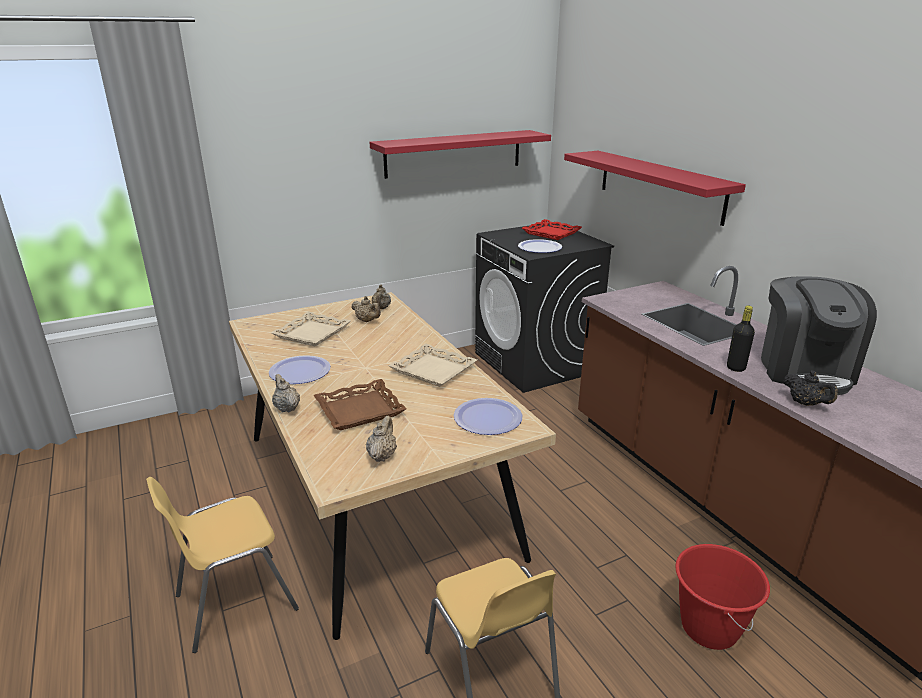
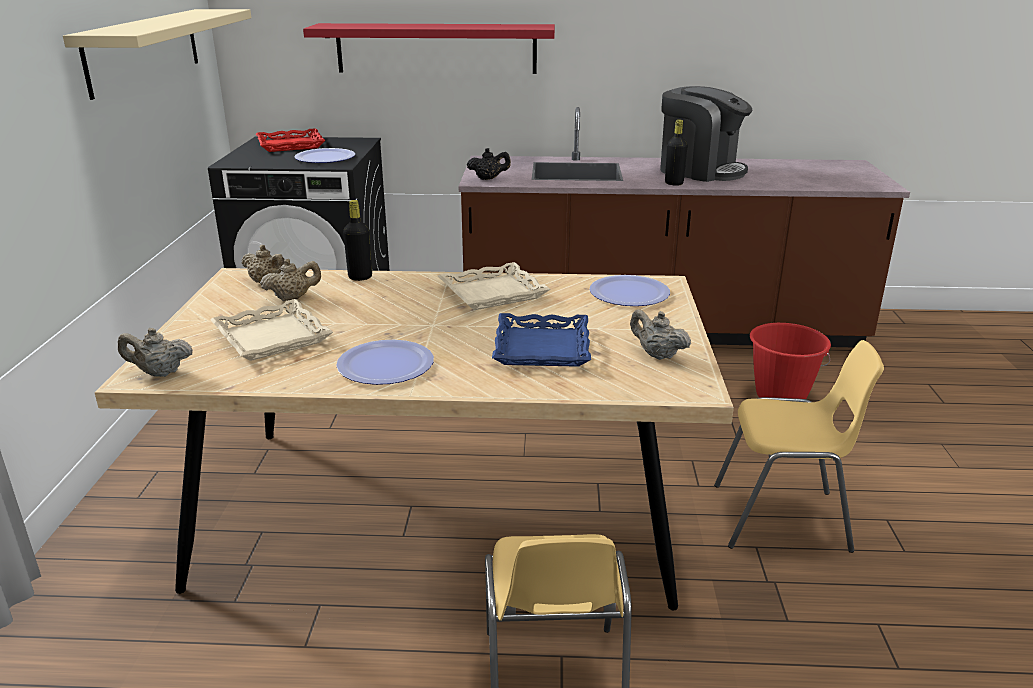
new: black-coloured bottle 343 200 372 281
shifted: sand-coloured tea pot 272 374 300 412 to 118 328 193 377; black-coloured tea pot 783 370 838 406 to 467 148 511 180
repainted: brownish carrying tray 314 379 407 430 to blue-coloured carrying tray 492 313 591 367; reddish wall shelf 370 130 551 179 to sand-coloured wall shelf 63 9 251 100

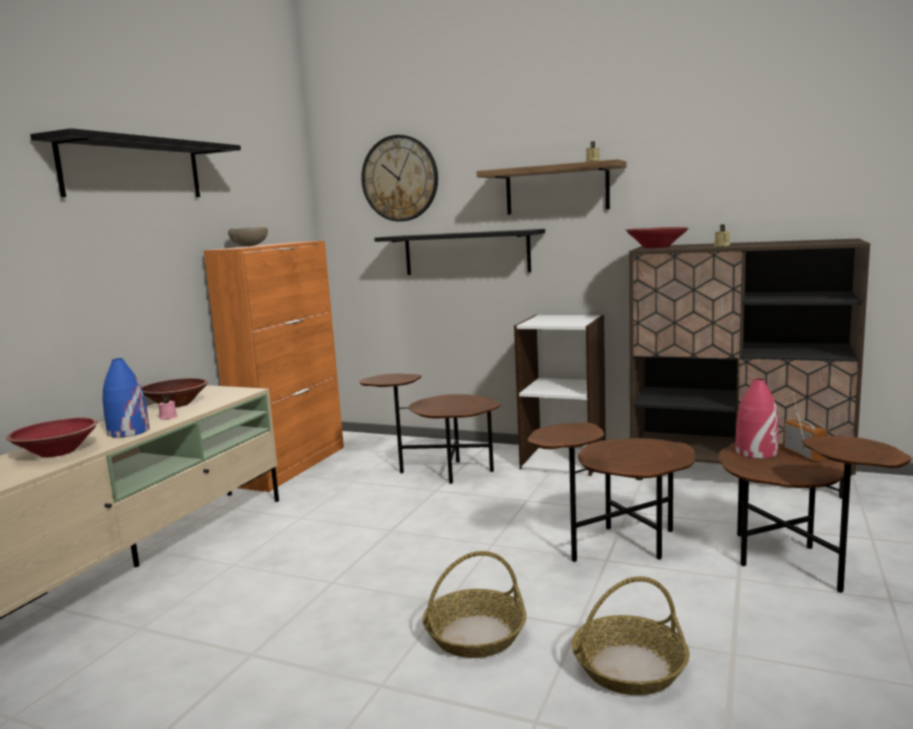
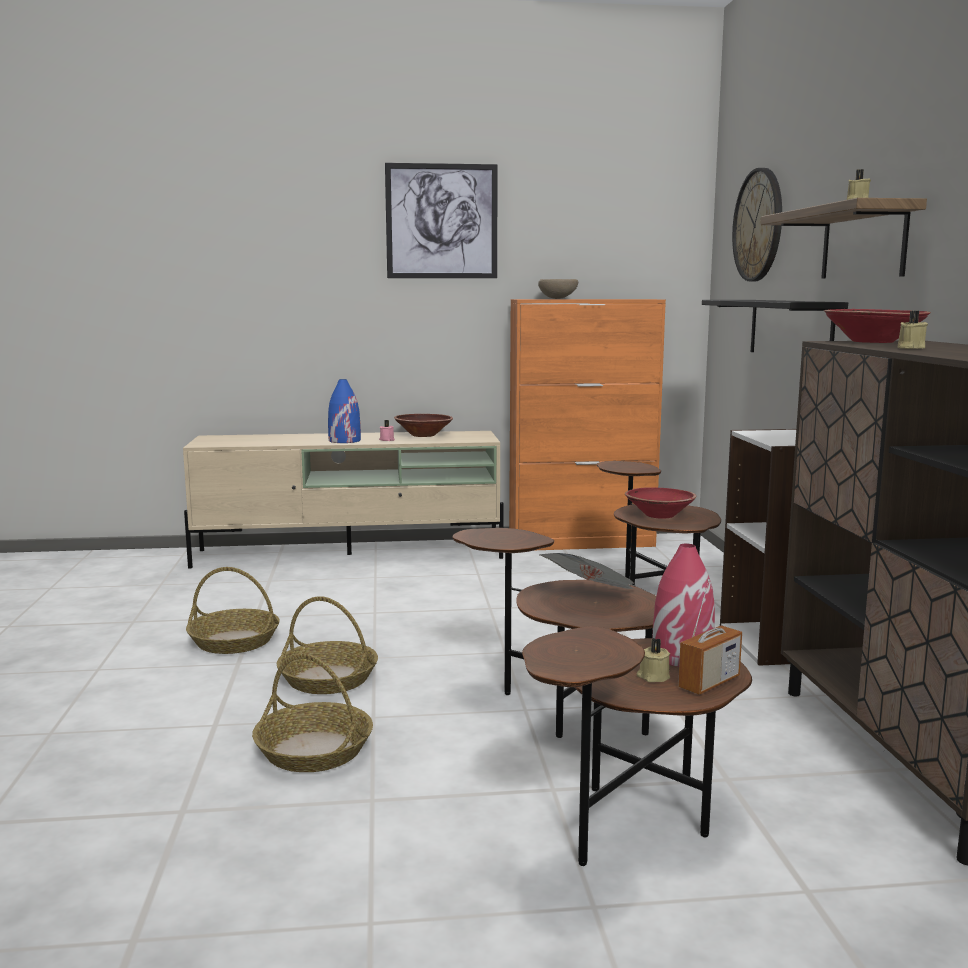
new: basket 186 567 280 654; daily paper 540 553 637 589; sand-coloured candle 636 638 670 682
shifted: reddish bowl 6 418 98 457 to 625 487 696 519
swapped: black-coloured wall shelf 30 128 241 197 to wall art 385 163 498 278

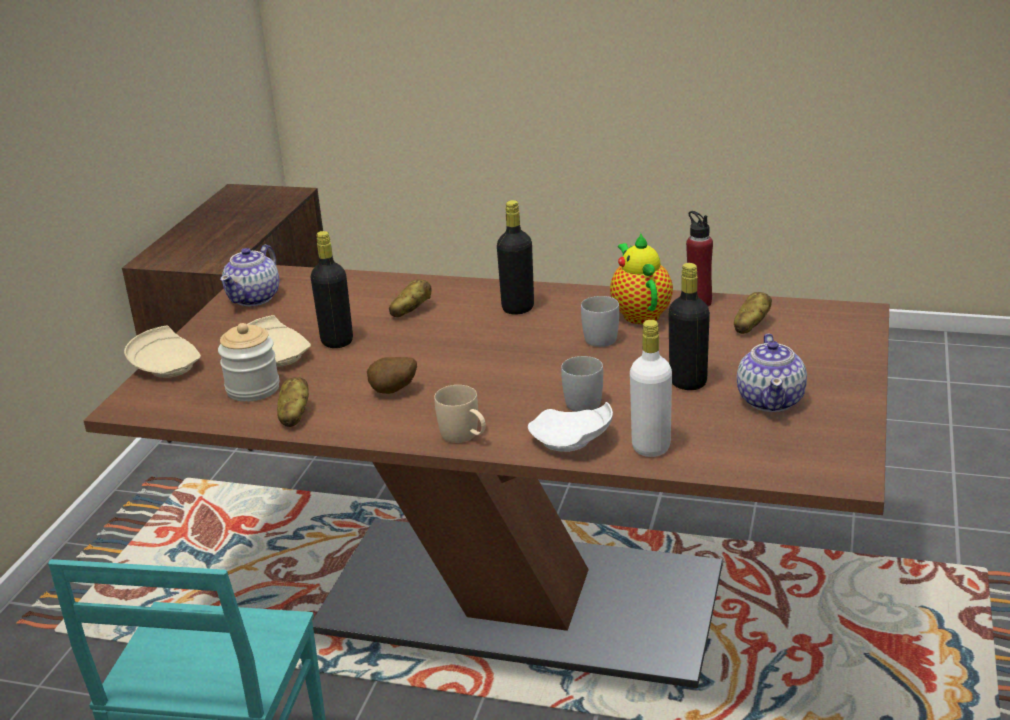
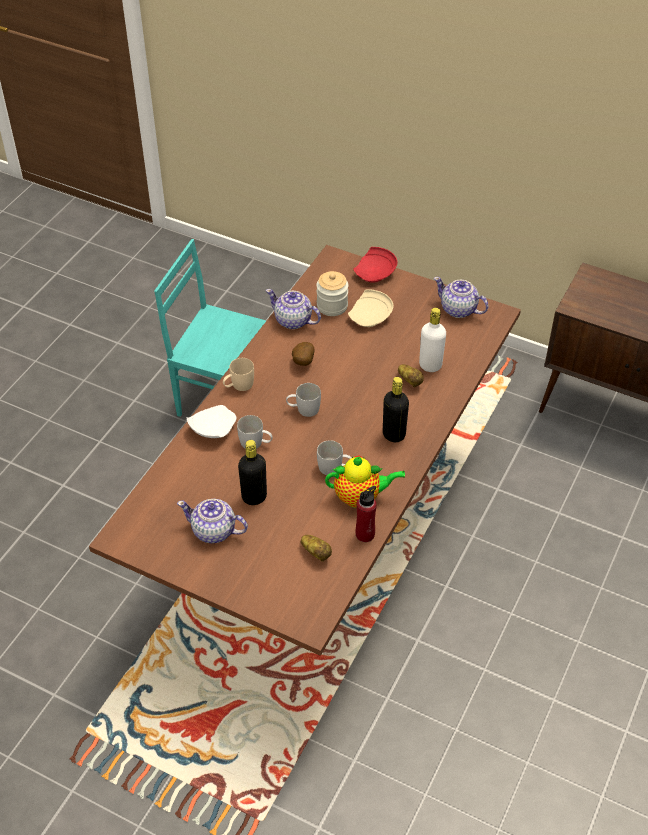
gone: black-coloured bottle 311 231 353 348
new: white mug 286 383 321 417
shifted: white bottle 630 320 672 457 to 419 308 446 372
swapped: whole potato 277 377 309 427 to tea pot 266 289 321 329
repainted: sand-coloured dinner plate 124 326 201 378 to reddish dinner plate 353 247 397 283

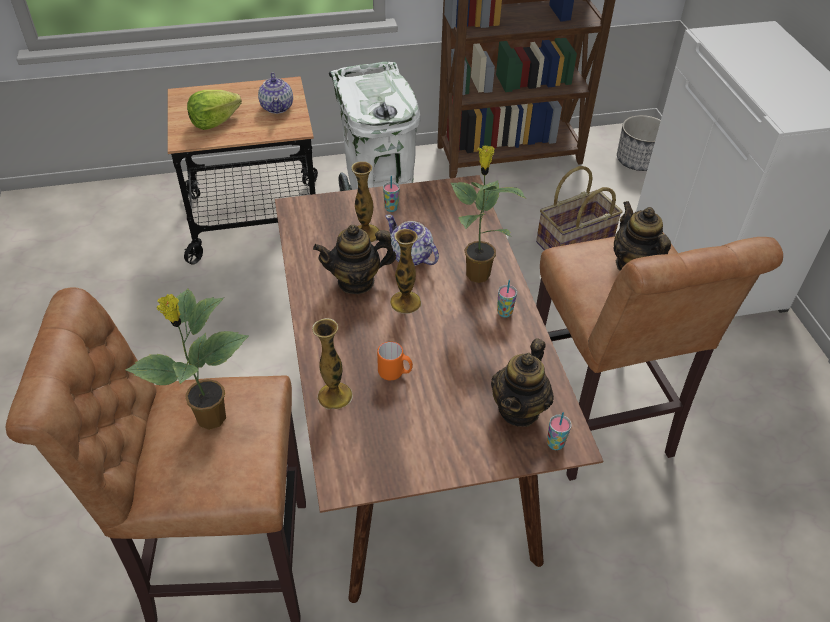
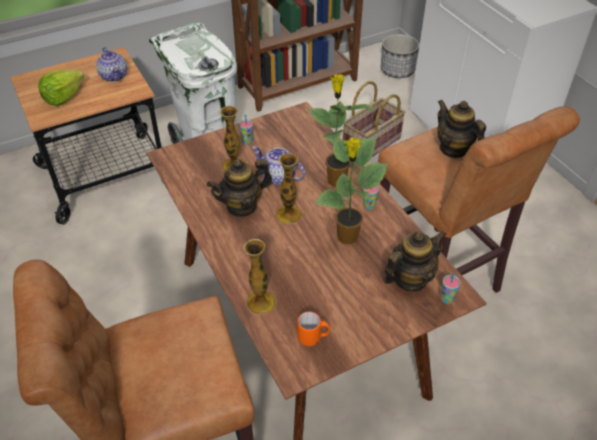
shifted: potted plant 126 288 249 430 to 314 136 387 244; orange-coloured mug 377 341 413 380 to 297 312 330 346
rotated: tea pot 491 338 554 427 = 383 230 446 291 135 degrees counterclockwise

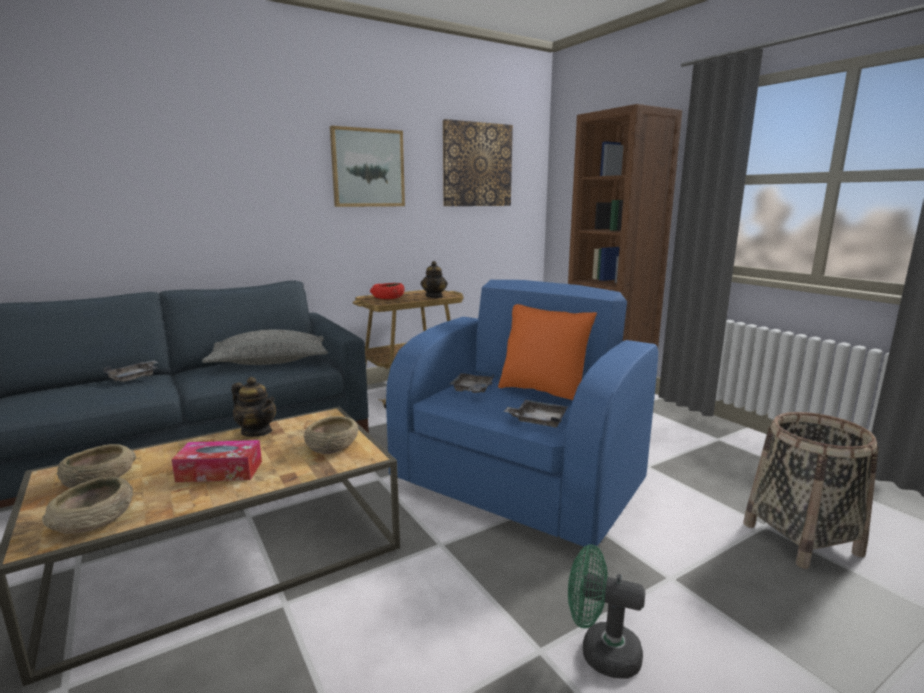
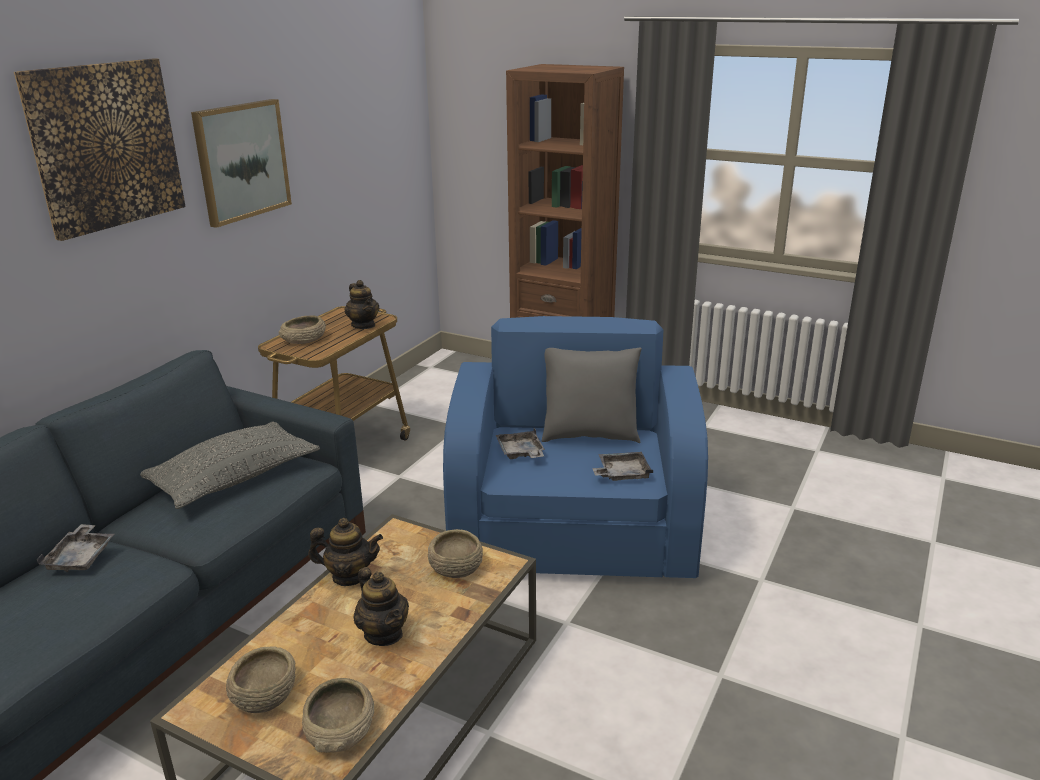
gone: green electric fan 568 545 645 679; basket 743 412 879 569
shifted: wall art 443 119 513 206 to 14 58 186 241
swapped: tissue holder 172 440 262 482 to tea pot 354 567 409 646
repainted: reddish bowl 370 283 405 299 to sand-coloured bowl 279 315 326 344; orange-coloured pillow 498 304 597 400 to greyish pillow 542 348 642 443

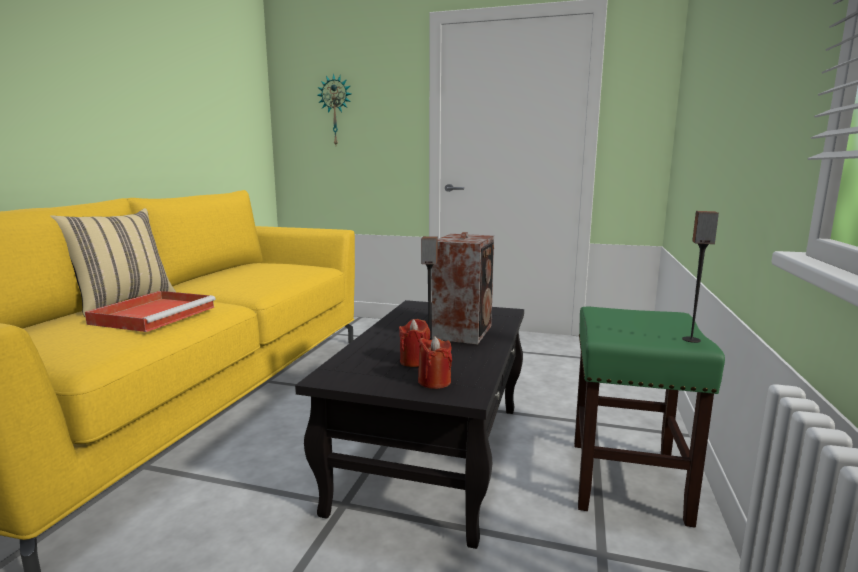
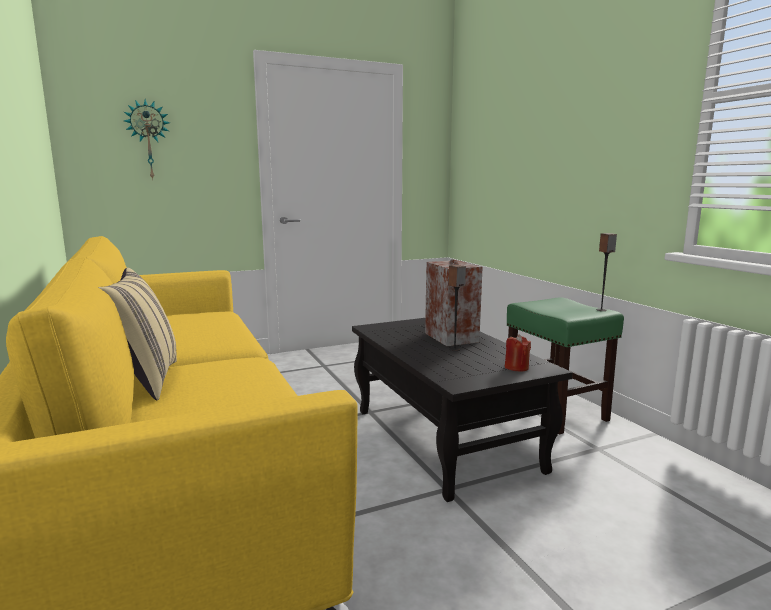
gone: reddish carrying tray 85 291 216 332; reddish candle 399 319 430 367

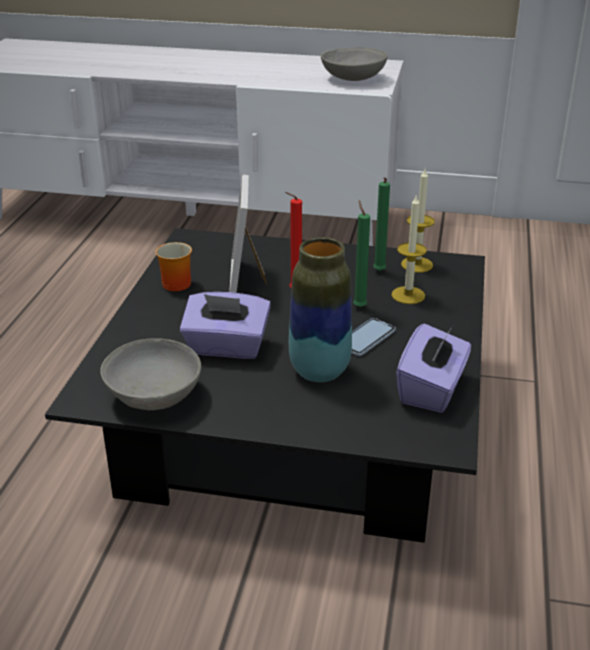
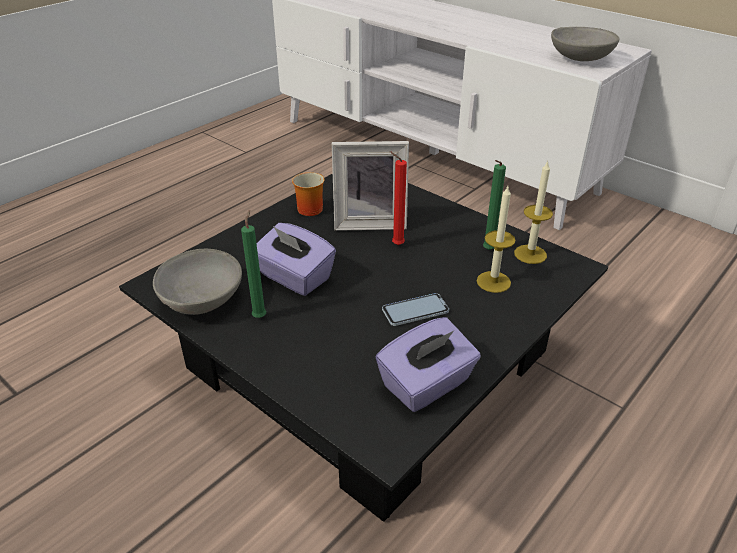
gone: flower vase 289 237 352 382
shifted: green candle 353 200 370 308 to 241 210 266 318
rotated: picture frame 229 175 267 293 = 332 141 409 231 120 degrees counterclockwise

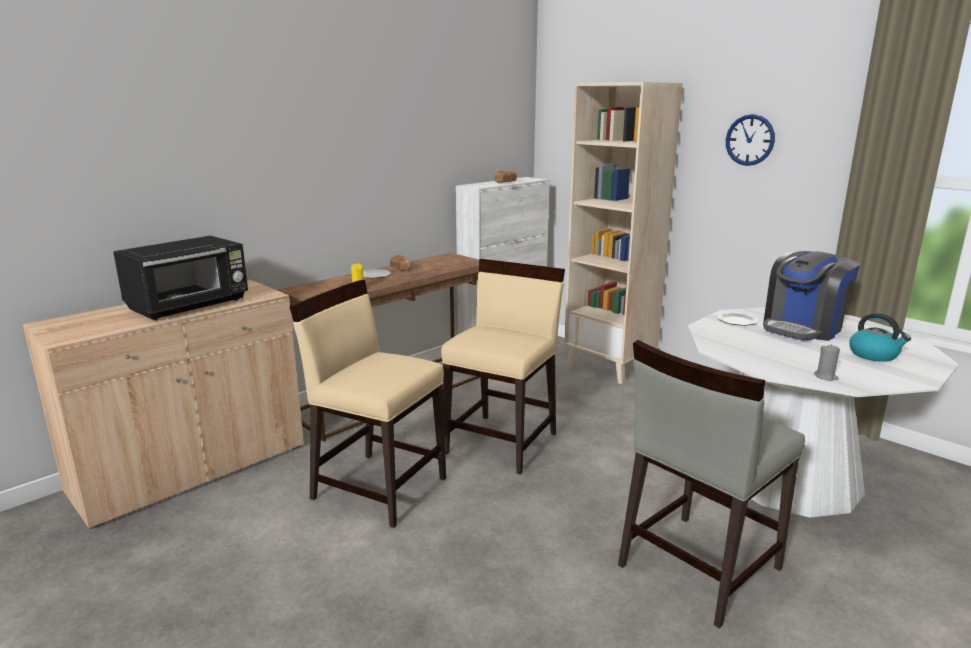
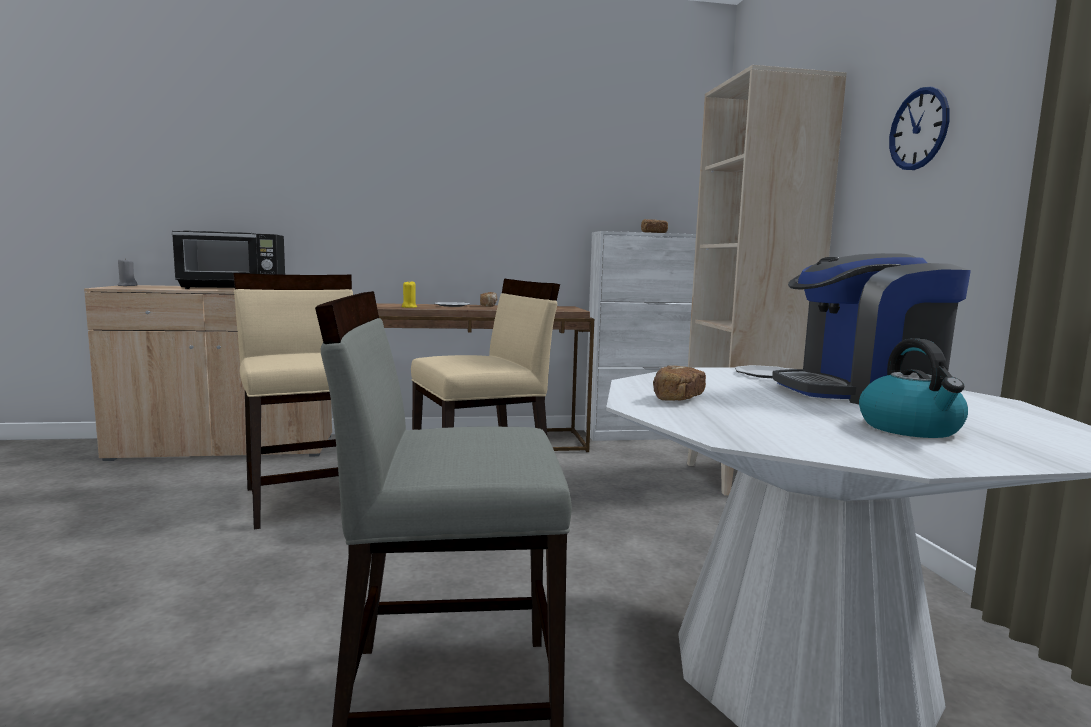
new: bread 653 365 706 401
shifted: greyish candle 814 344 840 381 to 118 258 138 286

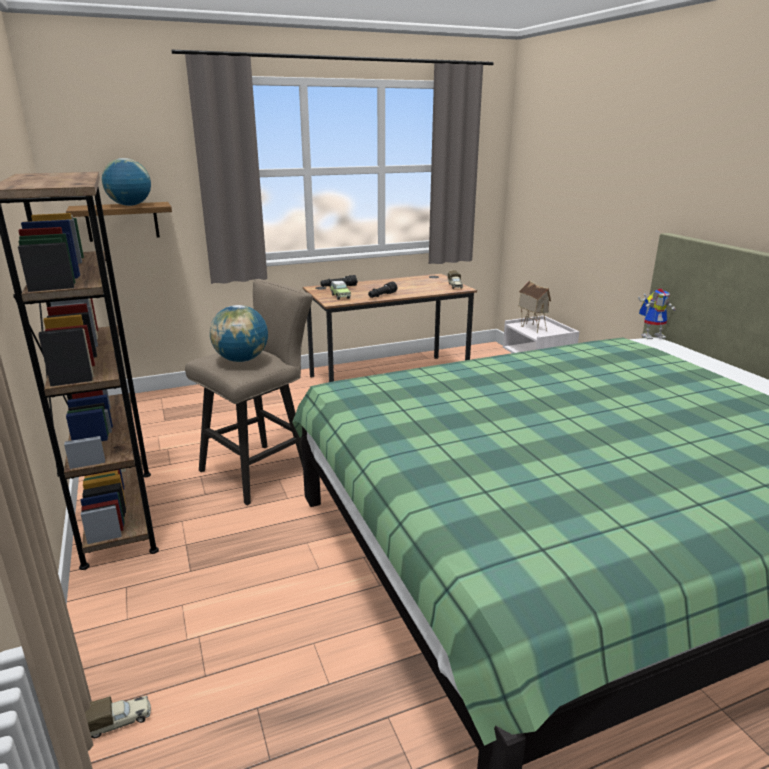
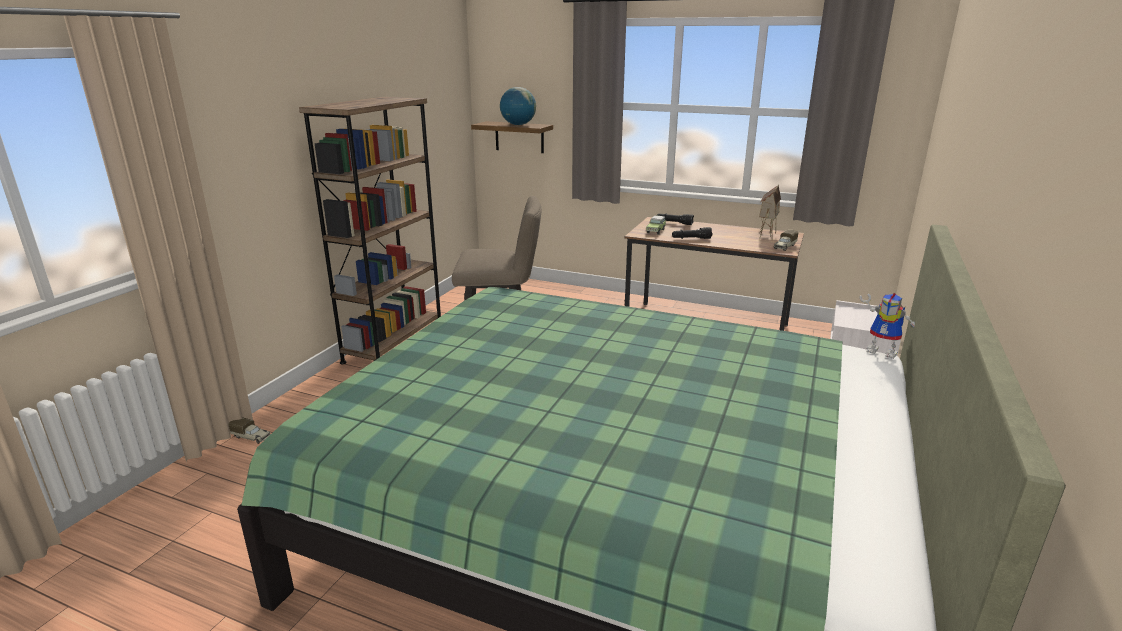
gone: world globe 210 305 268 362
shifted: miniature house 519 280 551 333 to 759 185 781 239

